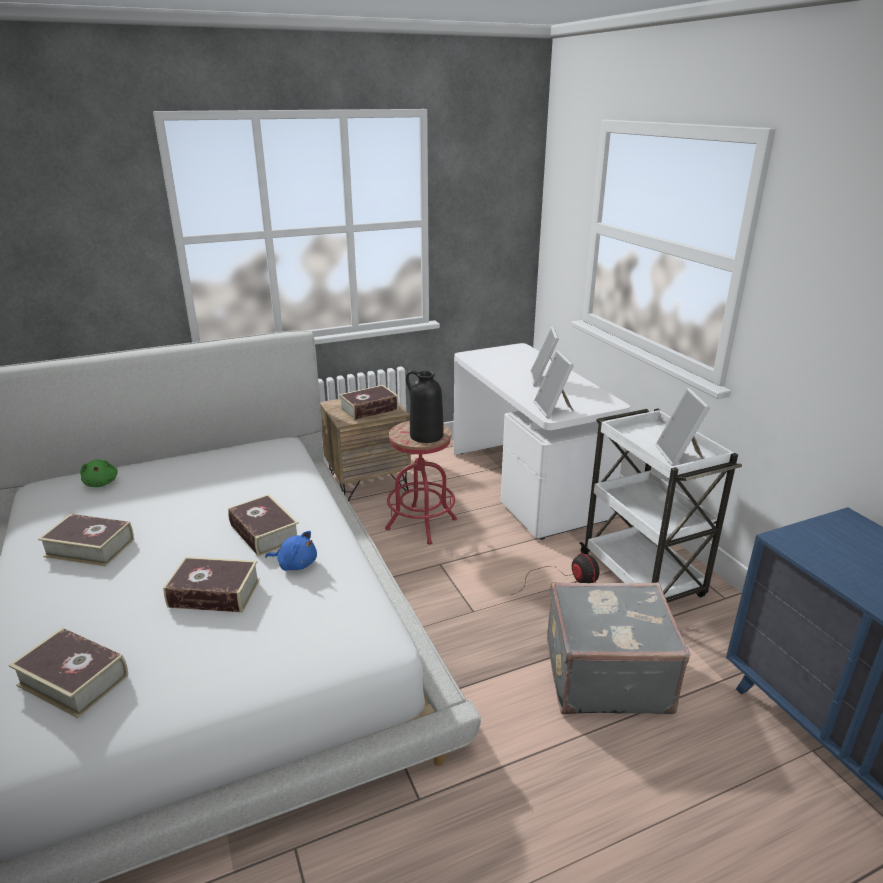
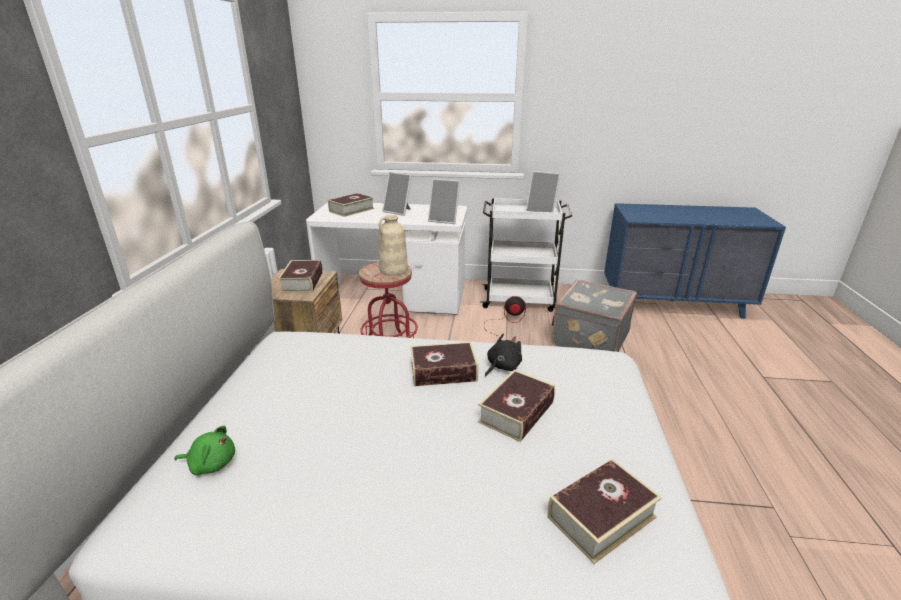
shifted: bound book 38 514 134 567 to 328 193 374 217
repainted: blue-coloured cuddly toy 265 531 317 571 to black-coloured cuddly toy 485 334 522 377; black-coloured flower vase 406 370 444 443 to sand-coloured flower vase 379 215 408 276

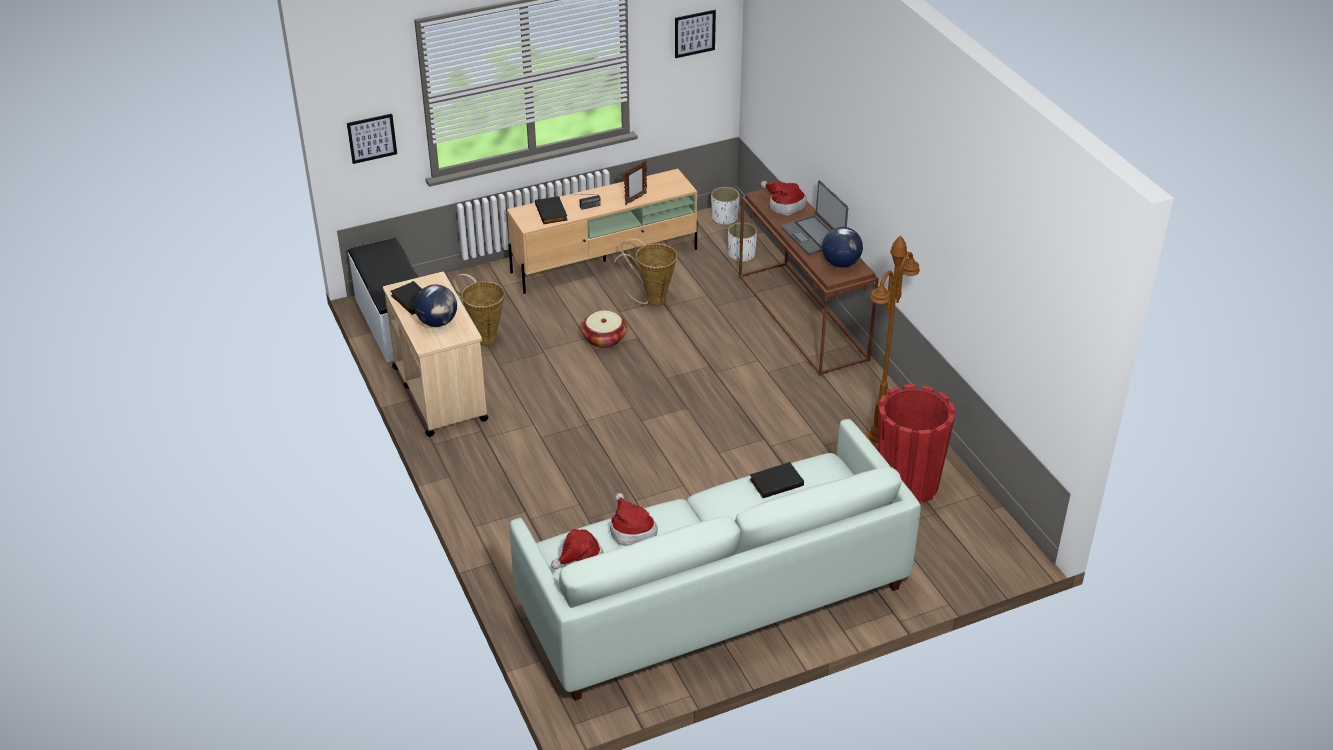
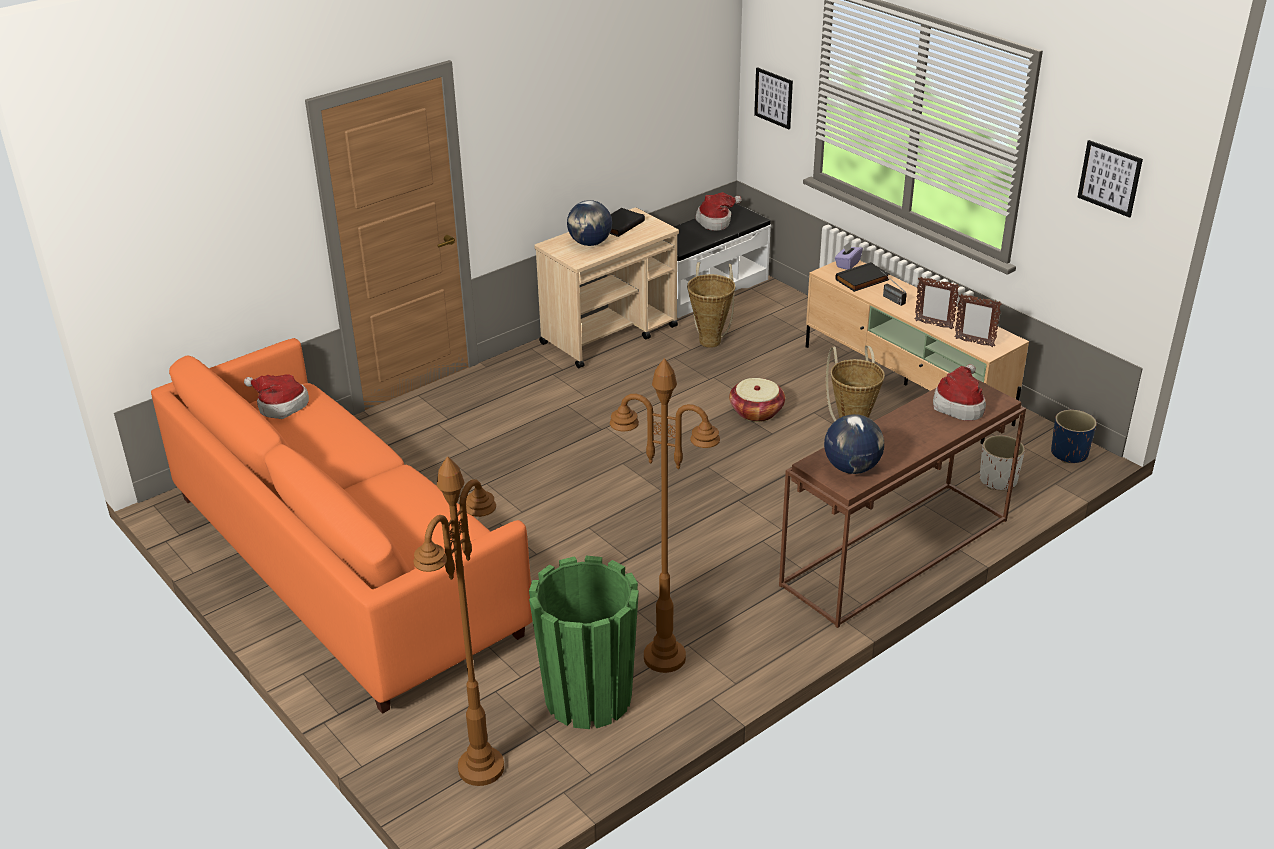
gone: black-coloured bound book 750 462 804 498; laptop 781 180 848 255
new: brownish standing lamp 414 456 504 786; purplish tissue holder 835 242 863 270; picture frame 954 294 1002 347
shifted: hat 610 493 657 546 to 695 192 742 231
repainted: white settee 510 419 921 701 to orange-coloured settee 151 338 533 714; white flower pot 711 187 740 225 to blue-coloured flower pot 1051 410 1097 463; reddish flower pot 877 384 956 503 to green flower pot 529 556 639 729

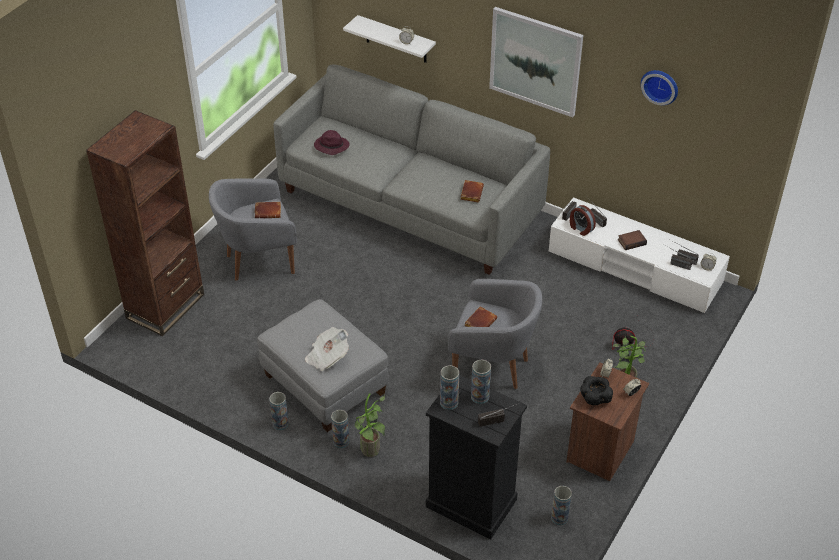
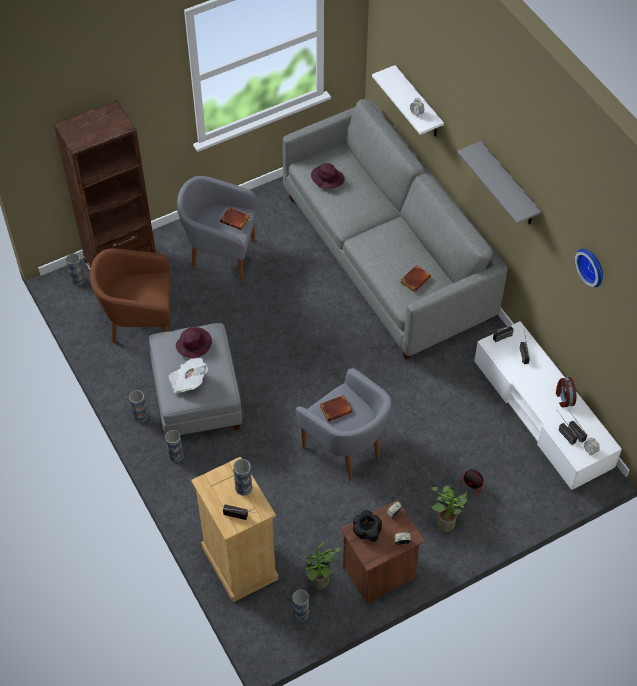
gone: bound book 618 230 647 250
new: brownish lounge chair 90 249 171 343; purplish hat 176 327 212 358
shifted: potted plant 355 393 385 457 to 305 542 342 589; flower vase 440 365 459 410 to 66 253 85 286; alarm clock 570 205 596 236 to 556 377 576 408
swapped: wall art 489 7 583 117 to greyish wall shelf 457 141 541 224
repainted: black-coloured chest of drawers 426 375 527 539 to sand-coloured chest of drawers 191 457 278 602

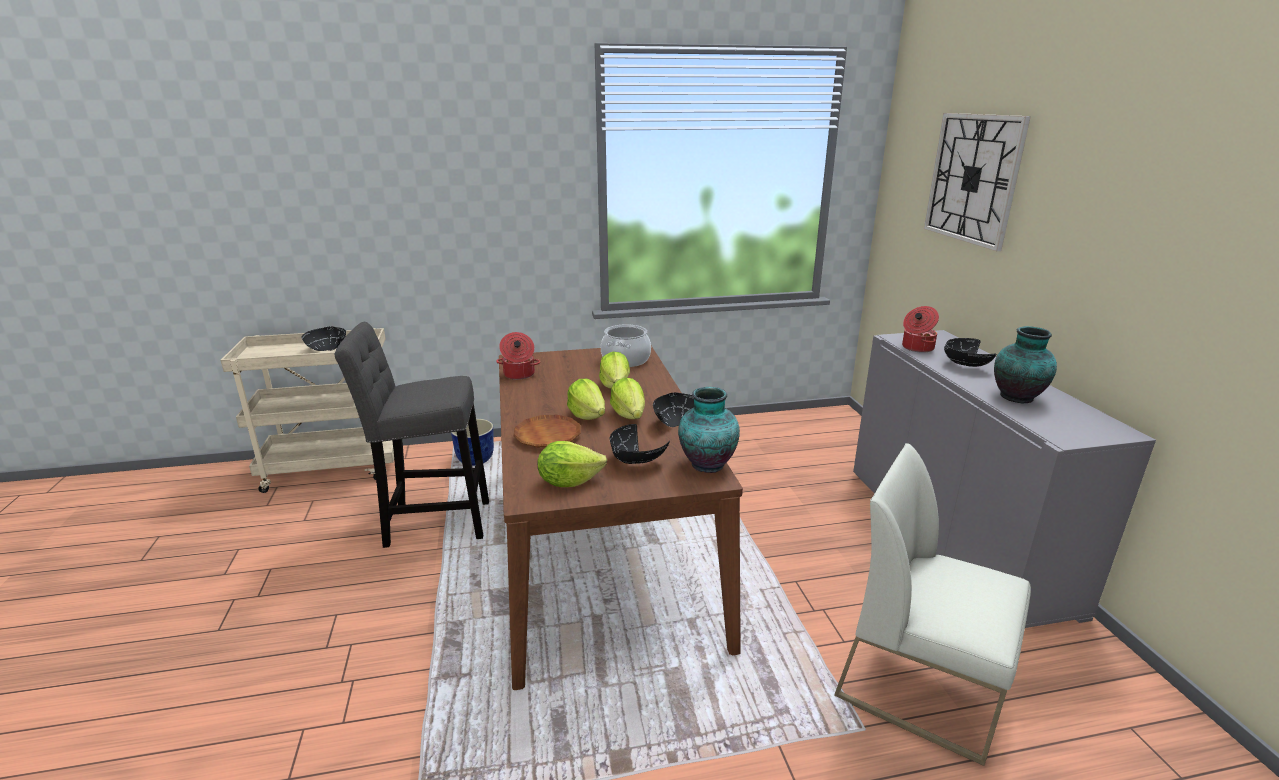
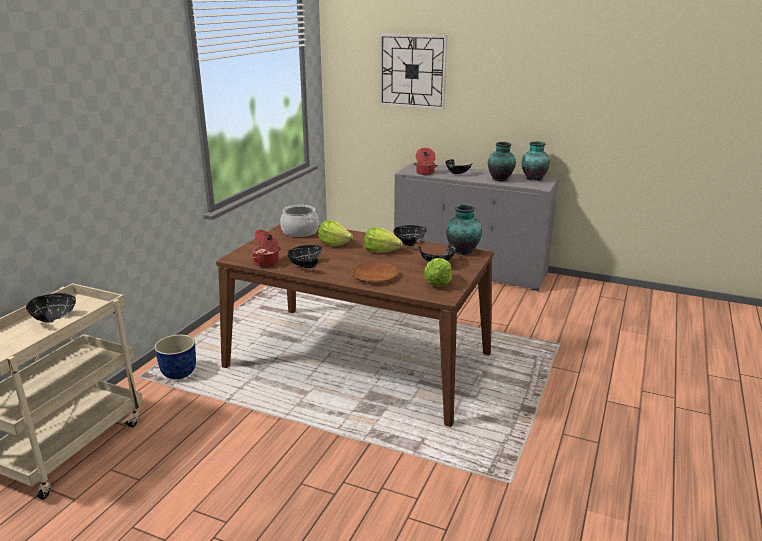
gone: greyish sitting stool 335 322 489 548; head of lettuce 567 379 605 420; white plain chair 834 443 1031 766
new: black-coloured bowl 287 245 322 268; flower vase 522 141 550 181

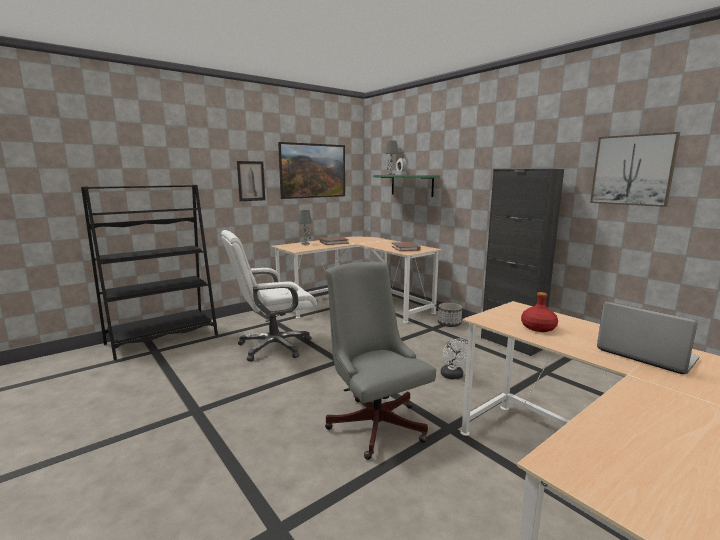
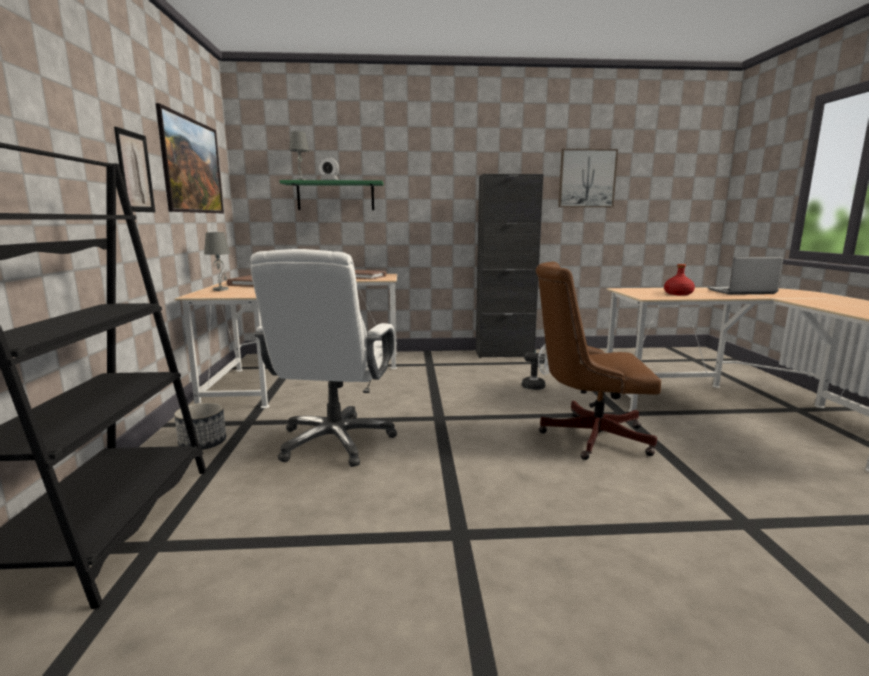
shifted: flower pot 438 303 462 327 to 174 402 226 450
repainted: greyish computer chair 325 262 436 460 to brownish computer chair 536 262 661 460

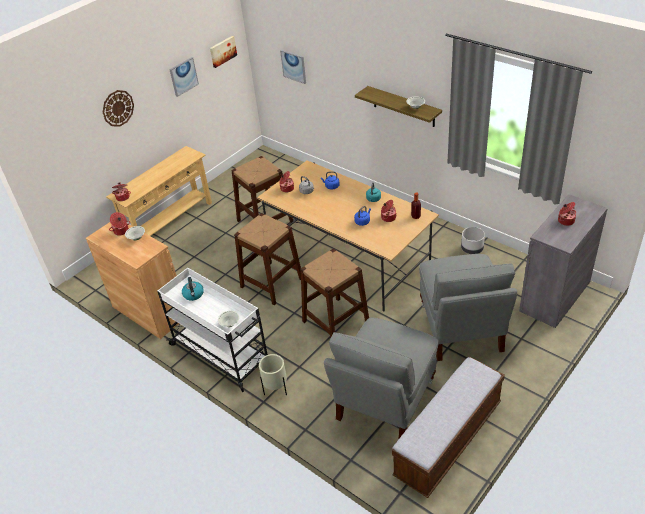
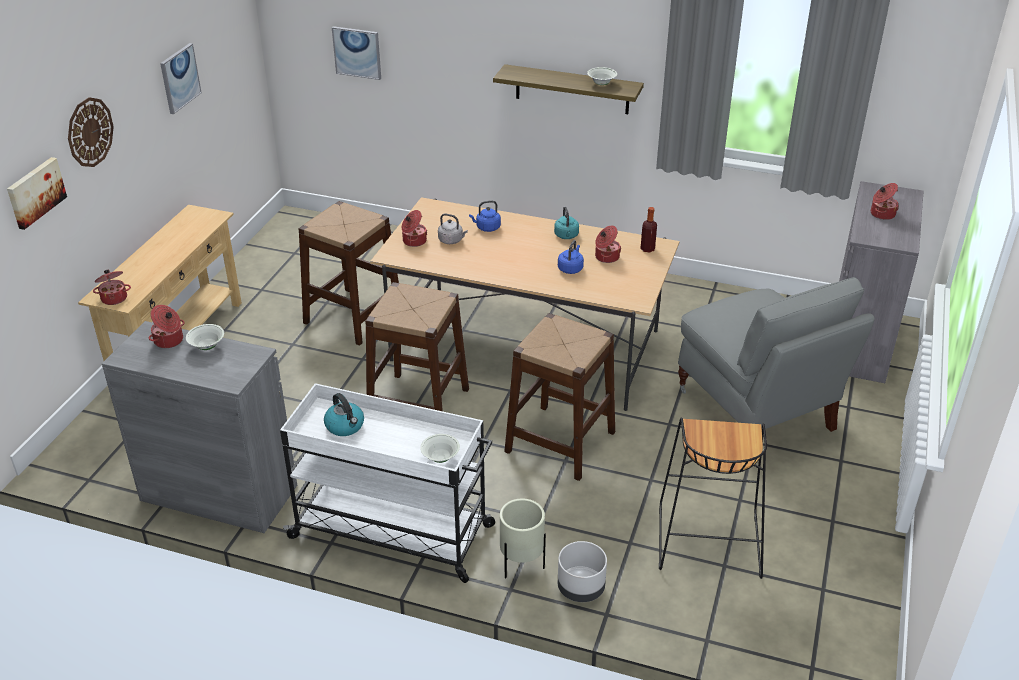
gone: long seat 392 357 505 498
shifted: wall art 210 36 237 68 to 7 157 67 230; greyish flower pot 461 227 485 254 to 558 541 607 602
swapped: greyish plain chair 324 318 438 440 to black-coloured sitting stool 659 418 767 579
repainted: brownish cabinet 86 222 179 339 to greyish cabinet 102 321 297 533

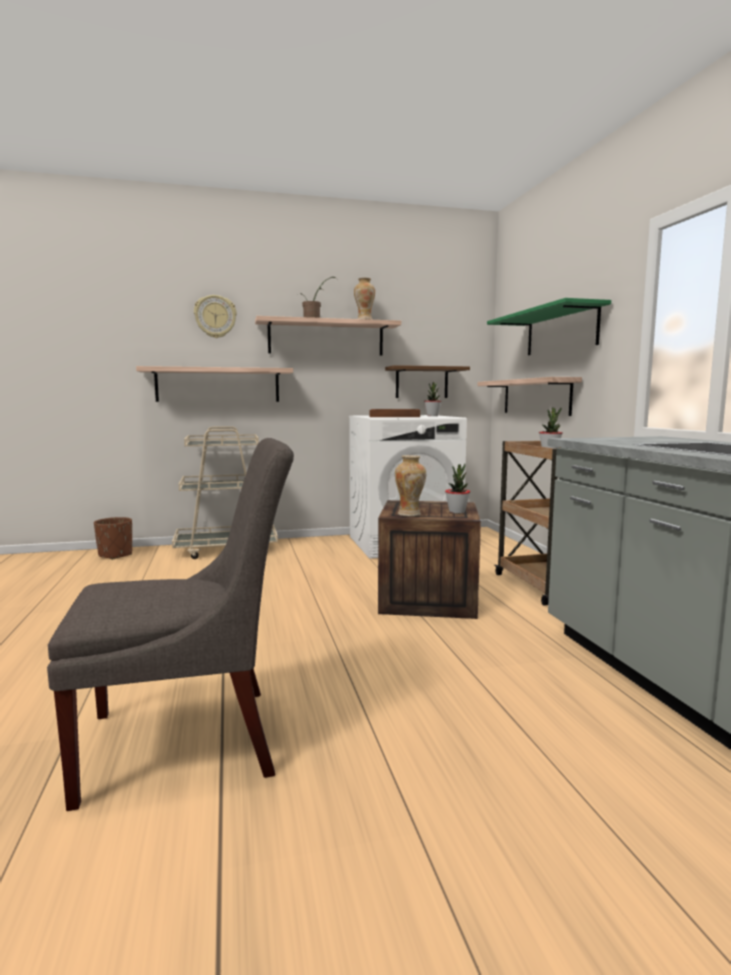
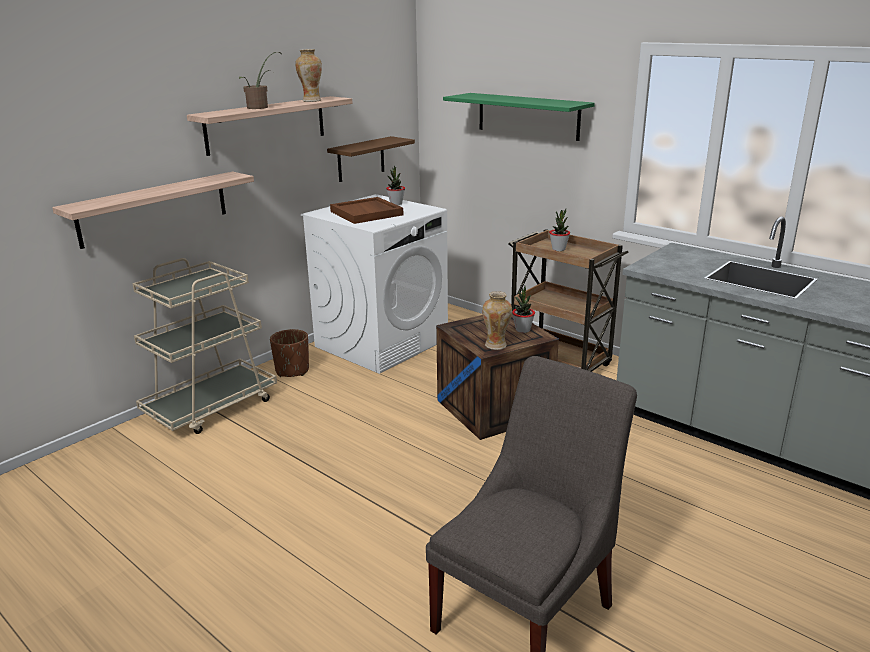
gone: wall clock 194 295 237 338; wall shelf 478 377 582 416
shifted: brownish flower pot 94 517 132 560 to 270 329 309 377

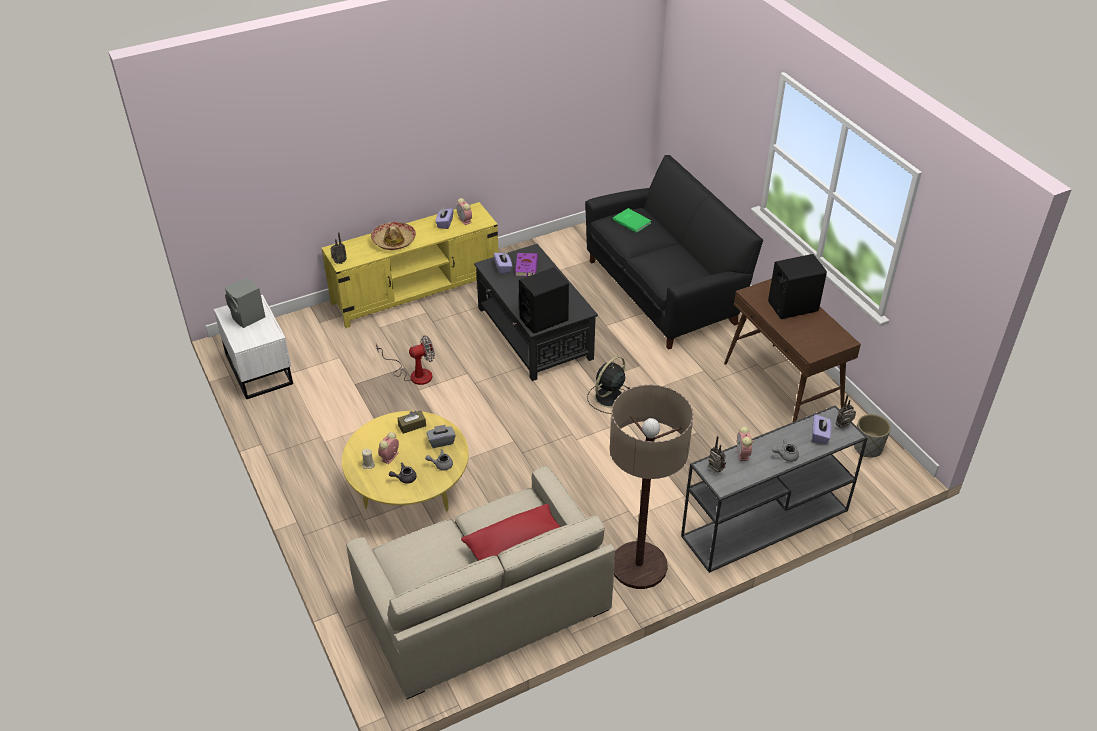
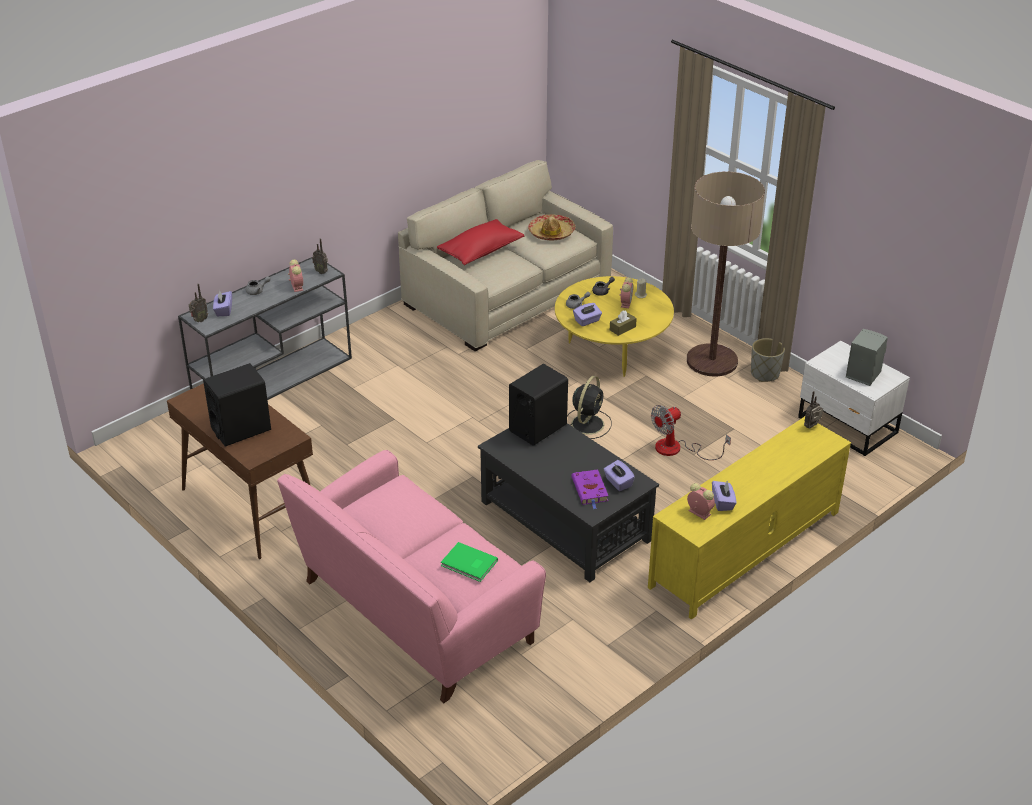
shifted: hat 371 222 416 250 to 528 214 575 240; black-coloured electric fan 587 356 630 414 to 567 376 612 439; standing lamp 609 385 693 589 to 687 171 765 377; greyish flower pot 854 414 891 457 to 751 338 785 382
repainted: greyish tissue holder 427 424 456 448 to purplish tissue holder 573 303 602 326; black-coloured settee 585 155 763 350 to pinkish settee 277 450 546 703

